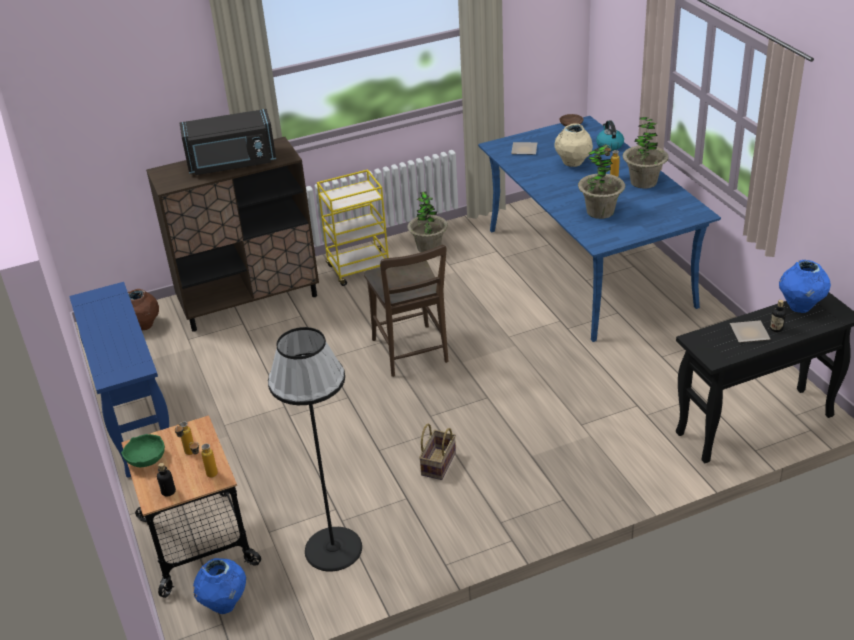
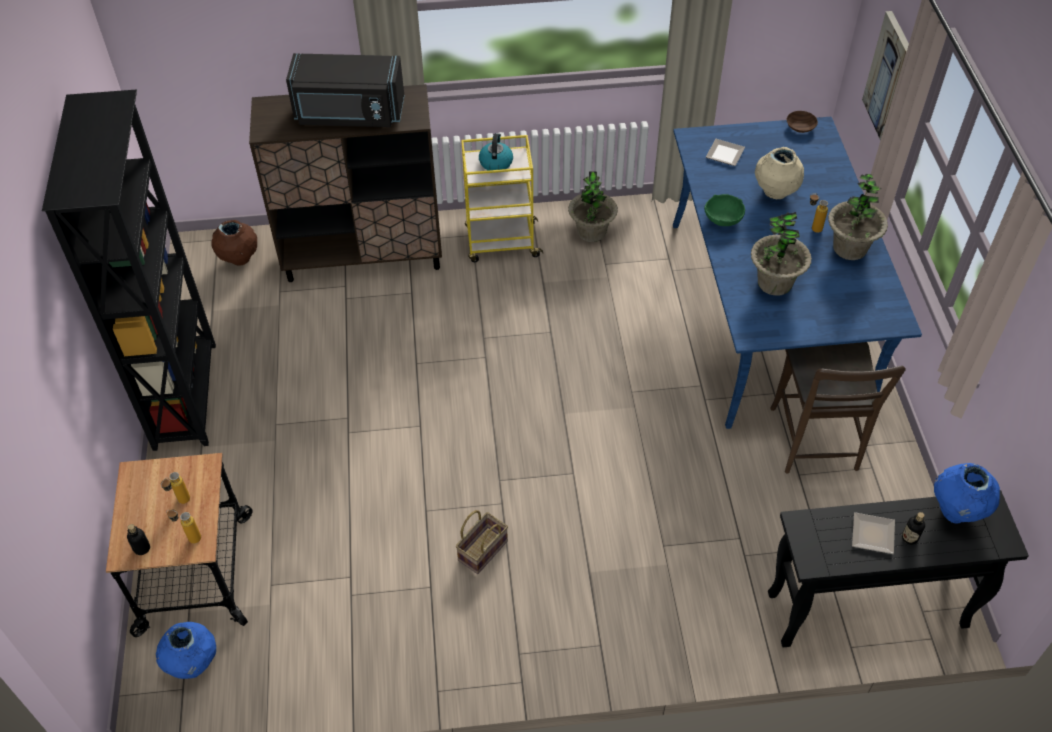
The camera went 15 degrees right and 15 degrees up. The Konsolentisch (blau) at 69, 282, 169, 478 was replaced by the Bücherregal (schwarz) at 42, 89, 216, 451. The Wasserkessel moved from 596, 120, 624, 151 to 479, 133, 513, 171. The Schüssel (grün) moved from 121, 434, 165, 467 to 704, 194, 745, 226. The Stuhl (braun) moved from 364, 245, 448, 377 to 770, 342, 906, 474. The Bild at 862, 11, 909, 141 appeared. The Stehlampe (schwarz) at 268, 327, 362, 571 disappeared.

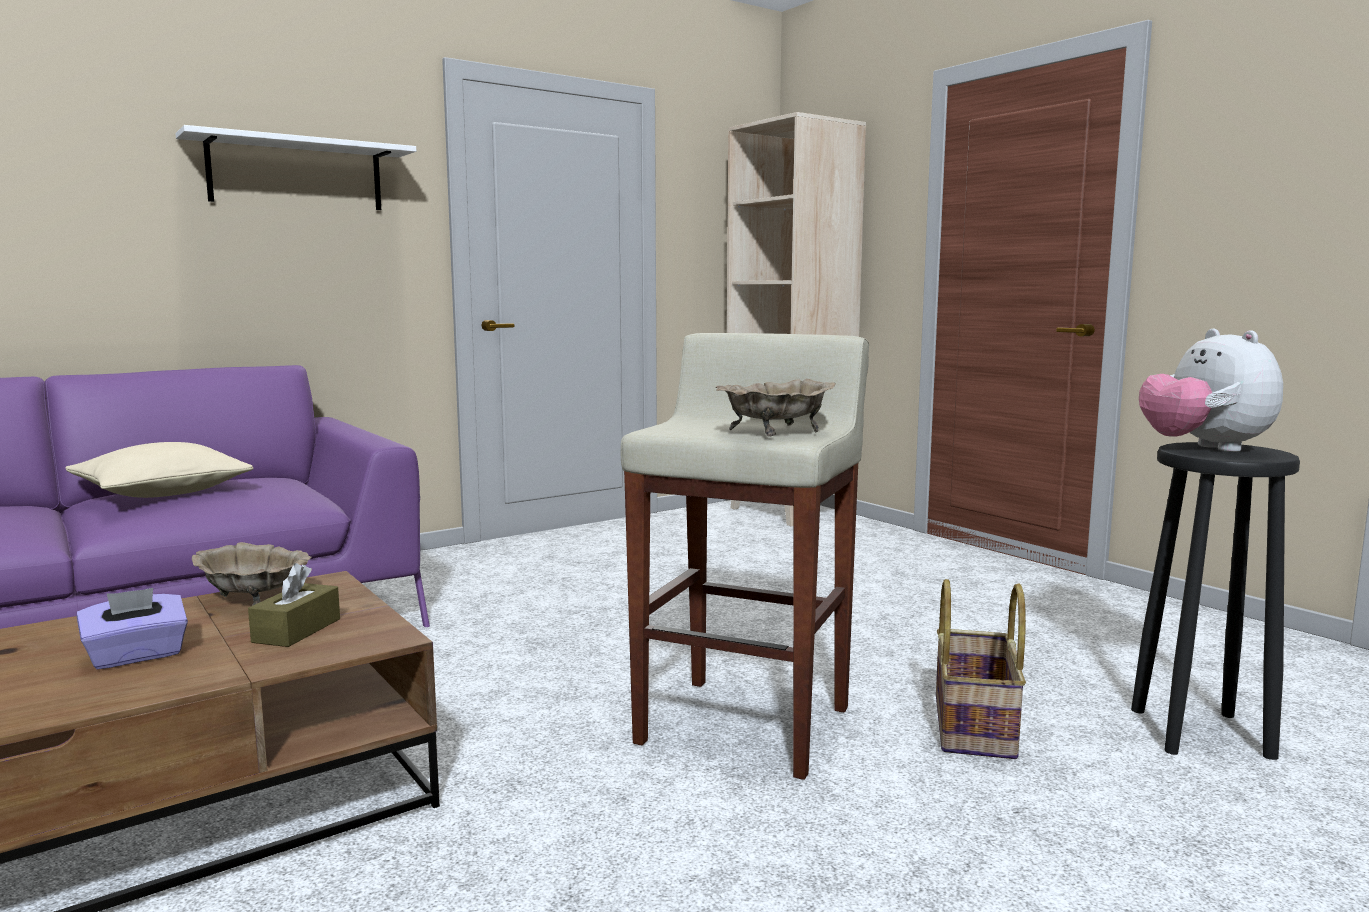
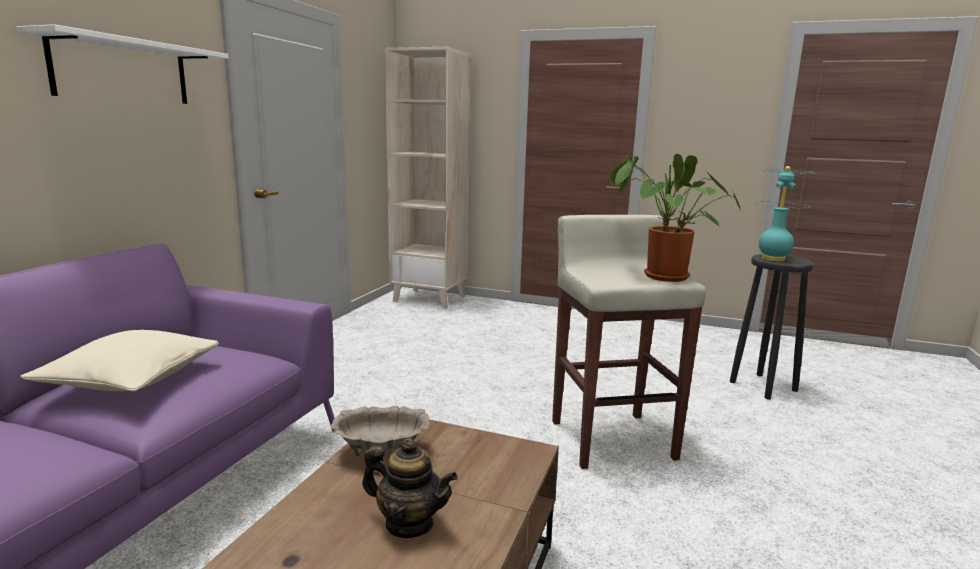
The camera went 35 degrees left and 5 degrees up. The Taschentuchbox (lila) at 77, 588, 188, 669 was replaced by the Teekanne at 362, 438, 458, 538. The Schüssel (beige) at 716, 379, 836, 437 was replaced by the Topfpflanze at 609, 154, 741, 282. The Plüschtier at 1139, 329, 1283, 452 was replaced by the Tischlampe (türkis) at 755, 166, 816, 261. The Taschentuchbox (braun) at 248, 563, 340, 647 disappeared. The Korb at 936, 579, 1026, 759 disappeared.

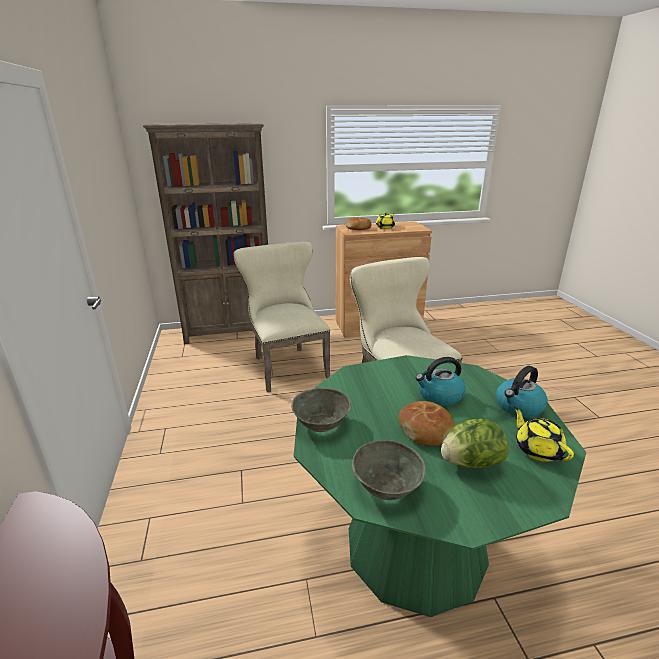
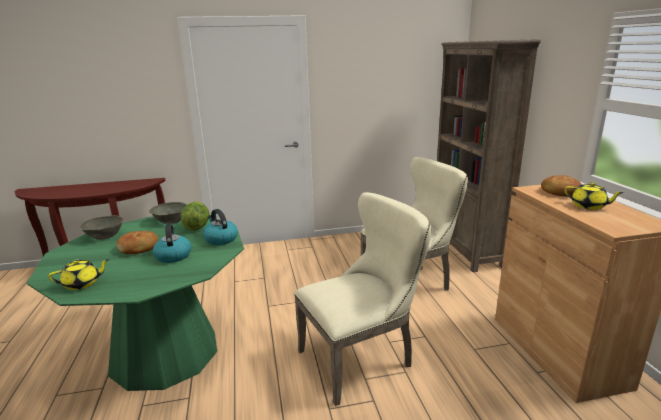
The camera went 90 degrees right and 5 degrees down. The Salatkopf moved from 441, 418, 509, 468 to 181, 202, 210, 231. The Wasserkessel moved from 496, 366, 548, 418 to 203, 209, 238, 245.

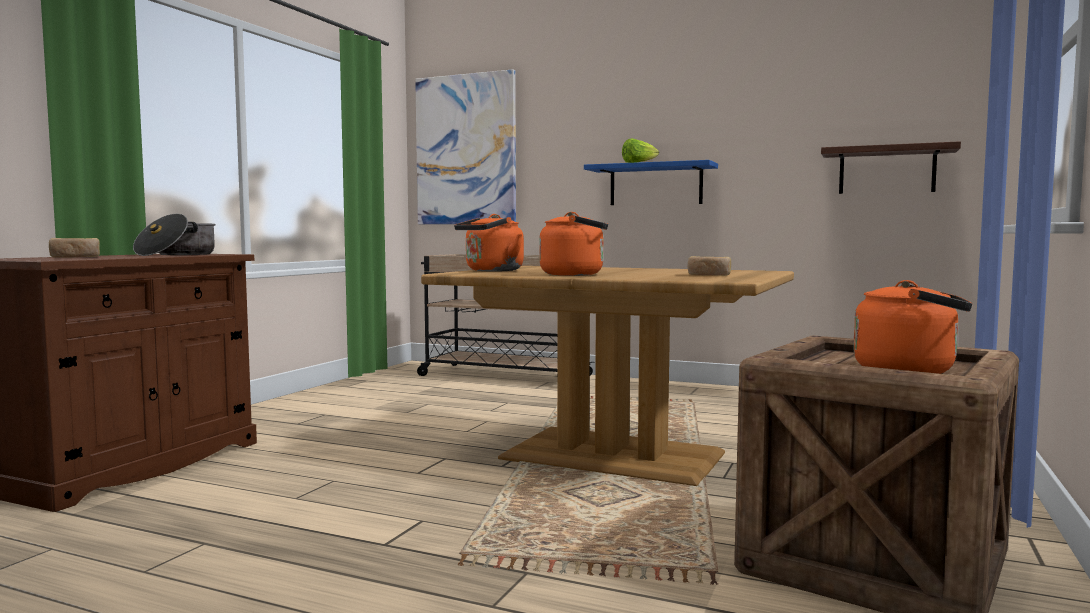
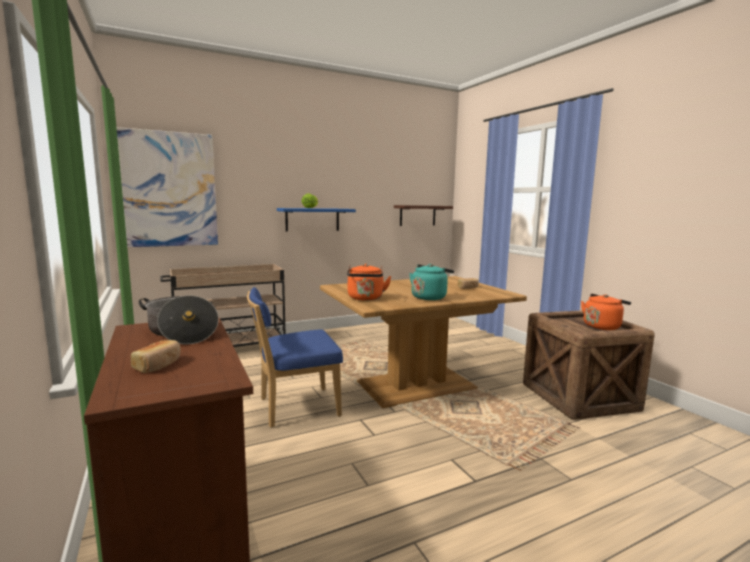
The camera went 50 degrees left and 5 degrees up. The Stuhl (blau) at 247, 287, 343, 428 appeared. The Wasserkessel (orange) at 539, 212, 608, 276 became the Wasserkessel (türkis) at 409, 264, 454, 300.

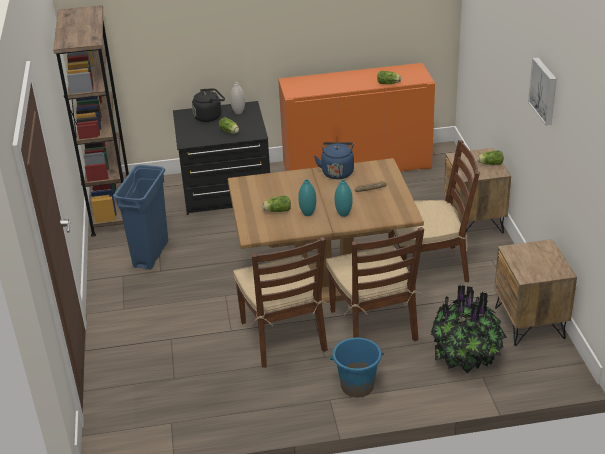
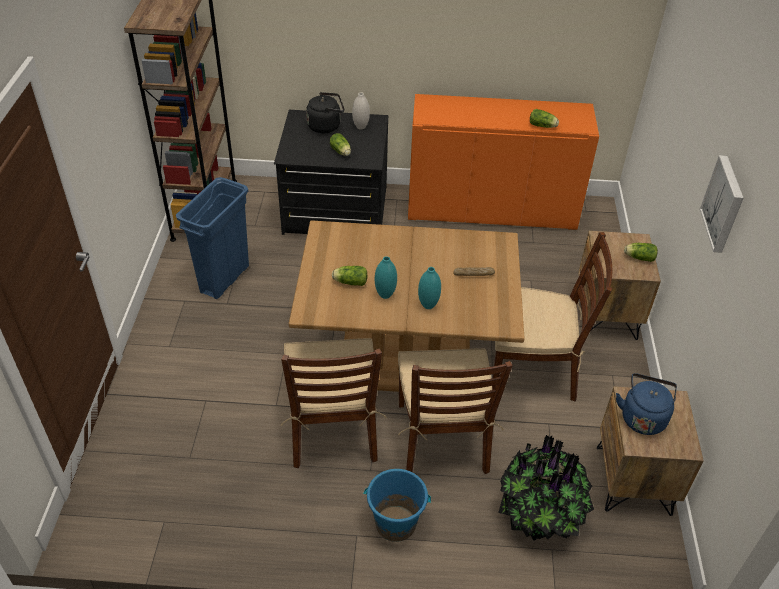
The camera went 10 degrees right and 10 degrees up. The Wasserkessel (blau) moved from 314, 142, 354, 179 to 616, 373, 677, 435.

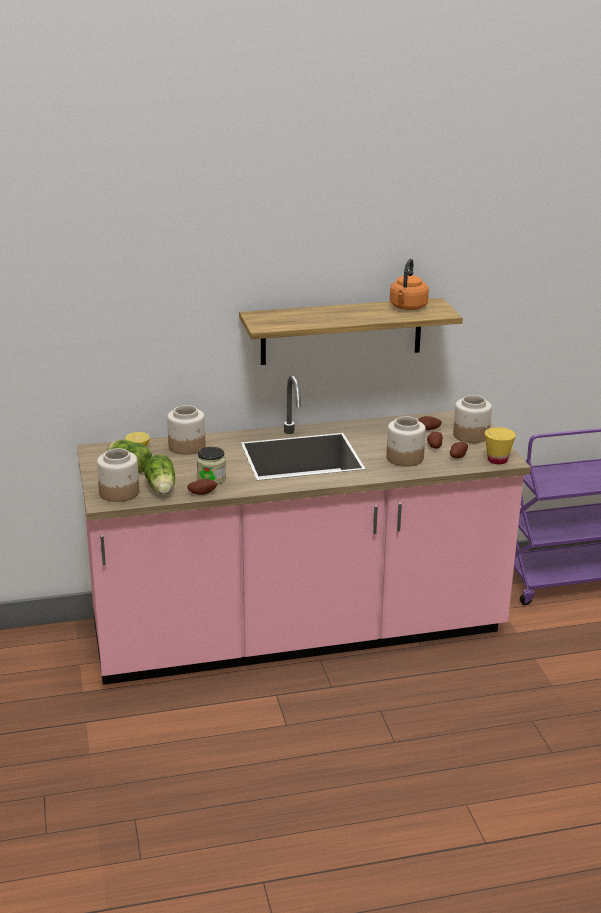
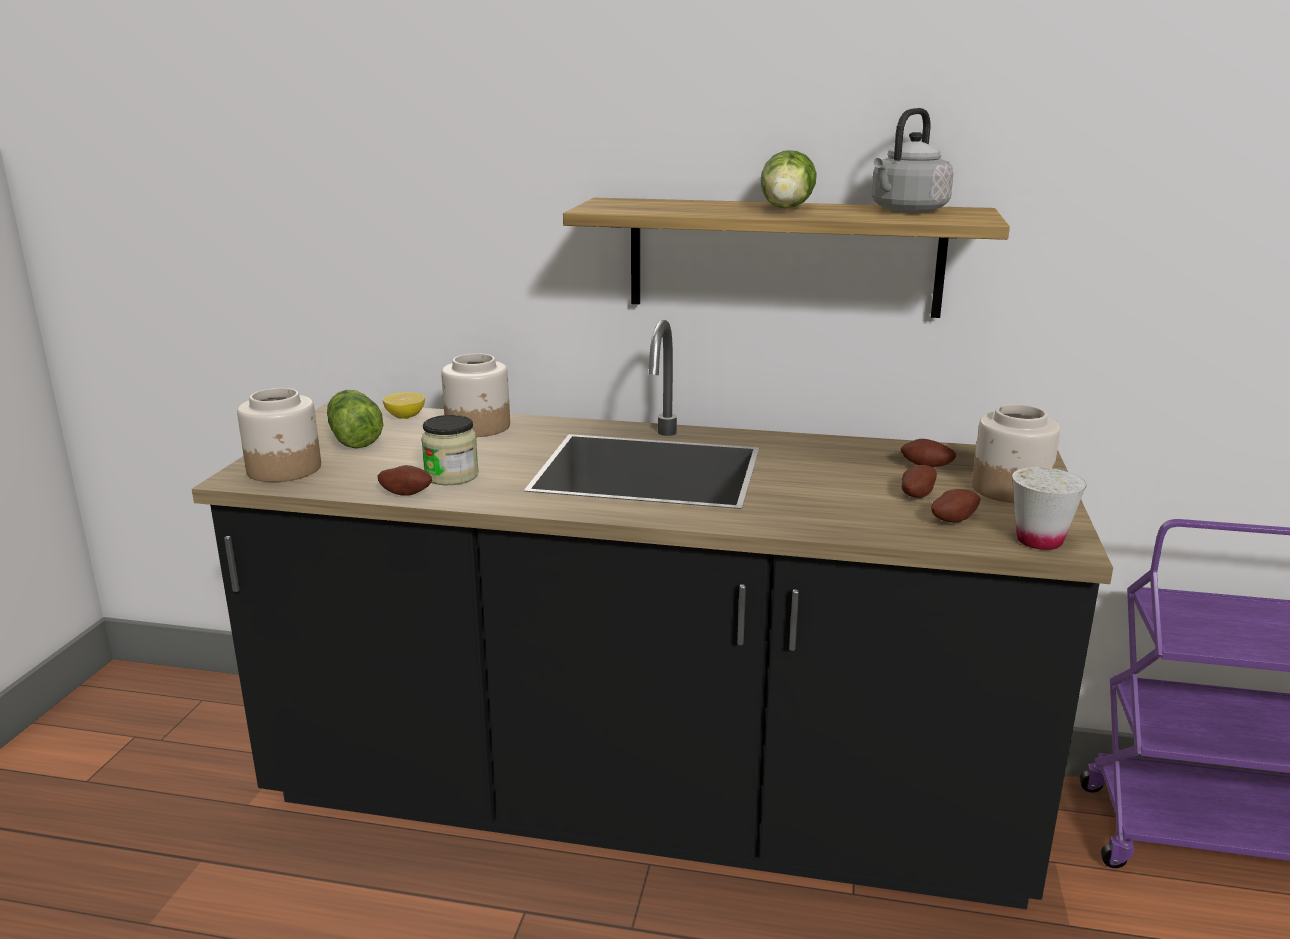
The camera went 25 degrees right and 5 degrees down. The Küchenzeile (rosa) at 77, 375, 531, 685 became the Küchenzeile (schwarz) at 192, 320, 1113, 909. The Salatkopf moved from 144, 455, 175, 494 to 761, 150, 817, 208. The Wasserkessel (orange) at 390, 259, 429, 310 became the Wasserkessel (grau) at 871, 108, 953, 213. The Tasse (gelb) at 485, 427, 516, 464 became the Tasse (weiß) at 1012, 467, 1087, 550. The Vorratsglas at 386, 416, 426, 467 disappeared.

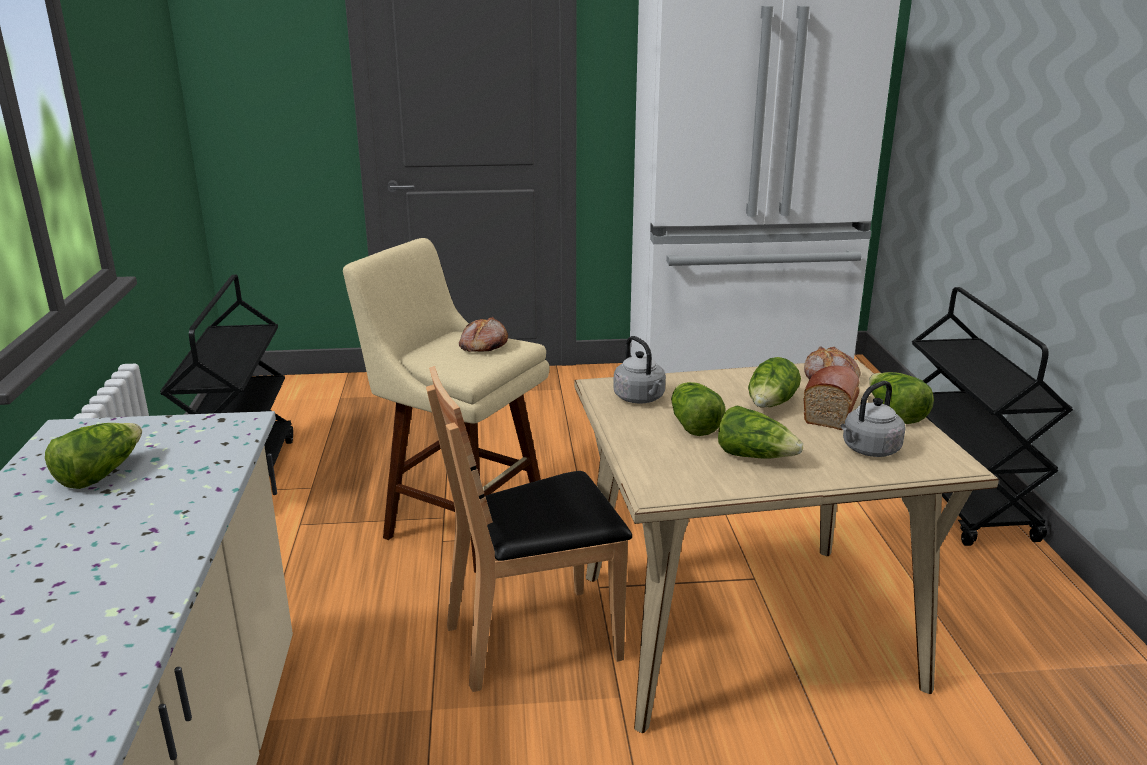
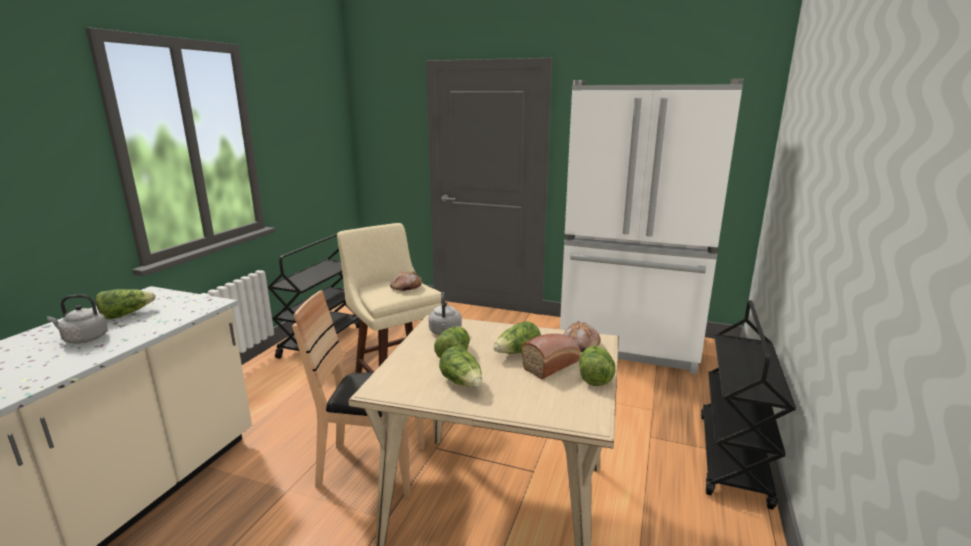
The camera went 25 degrees right and 5 degrees down. The Wasserkessel (grau) moved from 841, 381, 906, 457 to 47, 294, 108, 344.

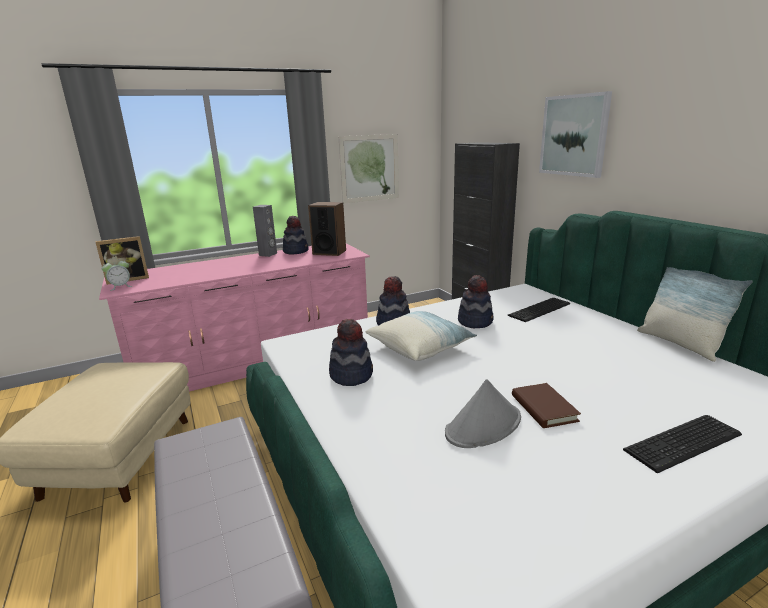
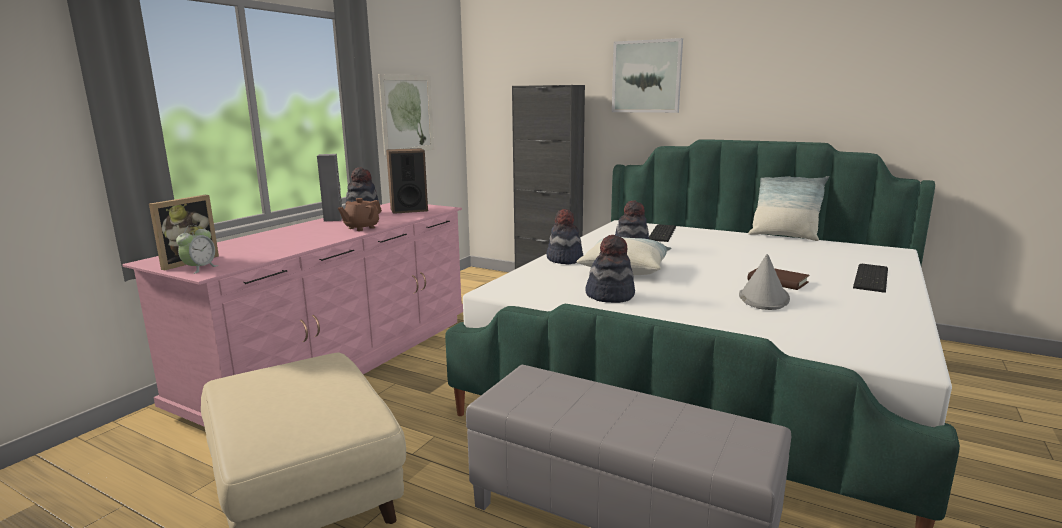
The camera went 35 degrees left and 5 degrees down. The Teekanne (braun) at 338, 198, 382, 231 appeared.

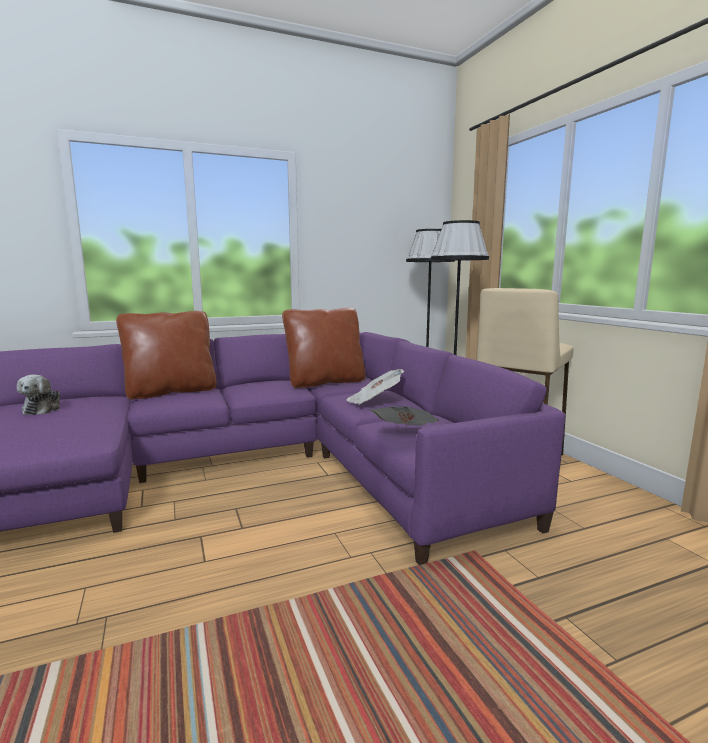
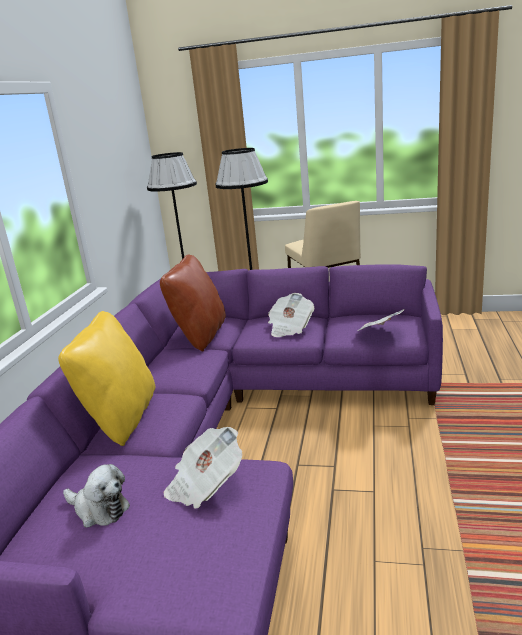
The camera went 55 degrees left and 10 degrees up. The Kissen (braun) at 116, 311, 217, 399 became the Kissen (gelb) at 58, 311, 155, 446. The Zeitung at 164, 427, 242, 509 appeared.

